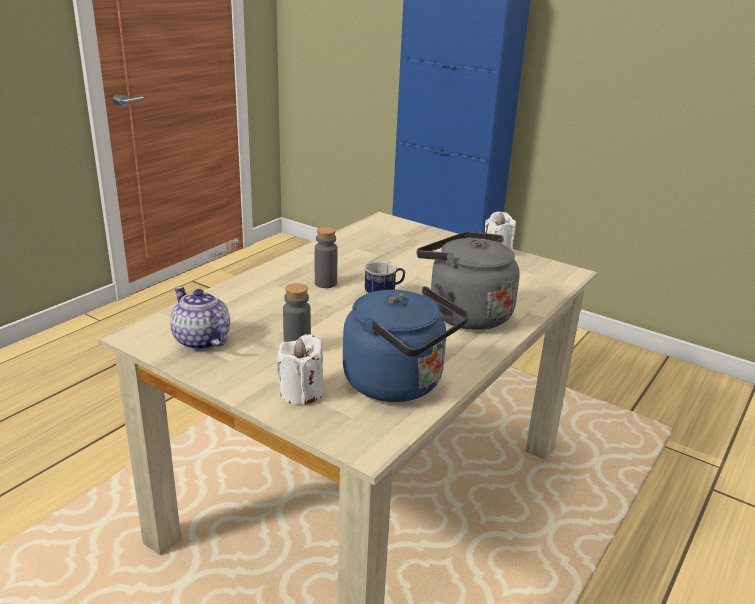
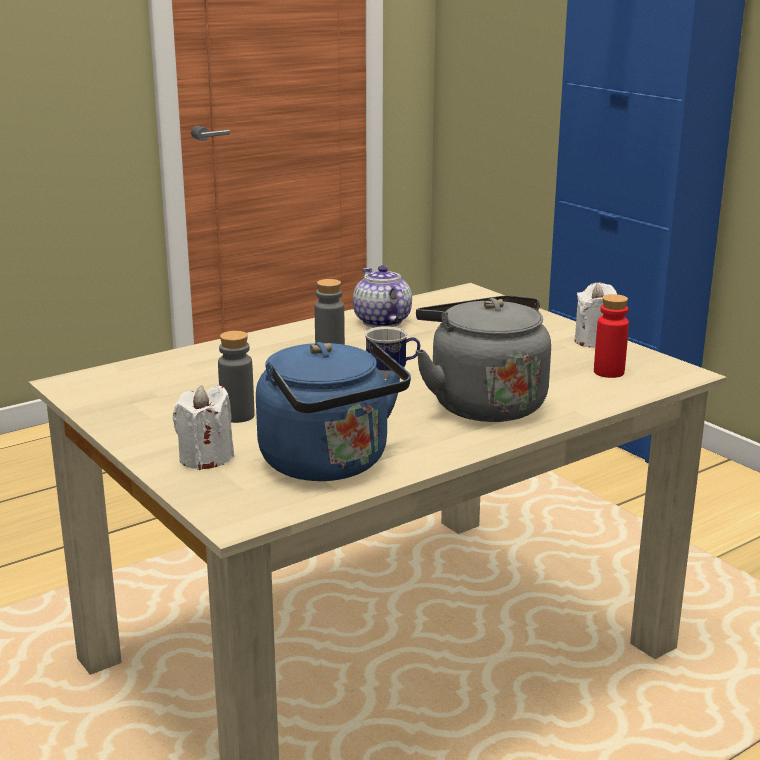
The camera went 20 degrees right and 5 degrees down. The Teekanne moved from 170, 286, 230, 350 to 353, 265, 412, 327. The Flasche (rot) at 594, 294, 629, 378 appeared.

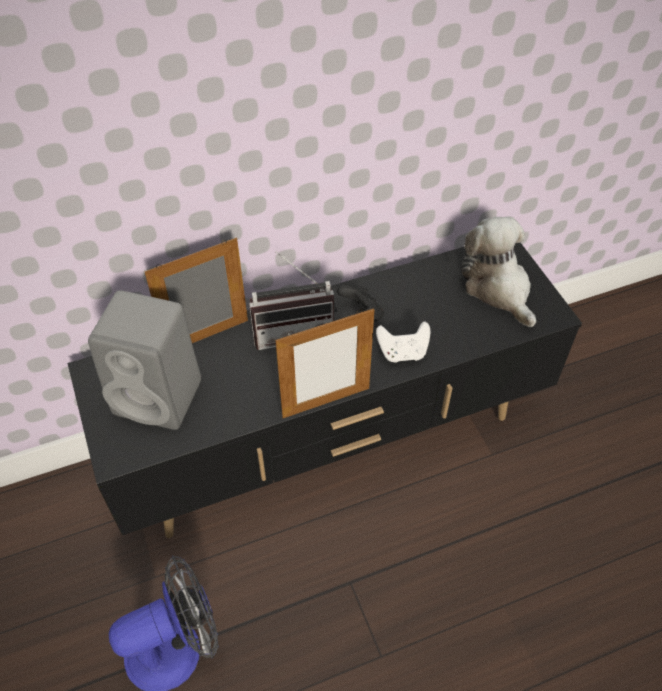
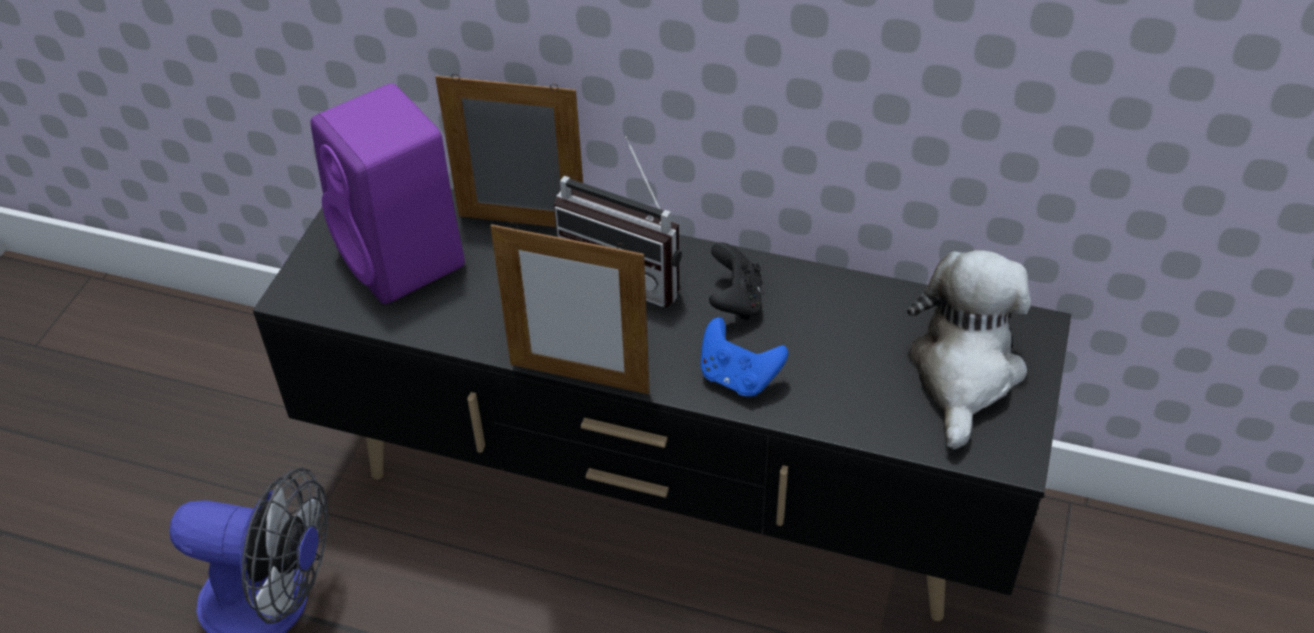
The camera went 40 degrees right and 5 degrees down. The Lautsprecher (grau) at 88, 290, 201, 430 became the Lautsprecher (lila) at 311, 83, 465, 304. The Gamepad (weiß) at 376, 321, 431, 363 became the Gamepad (blau) at 701, 317, 789, 396.

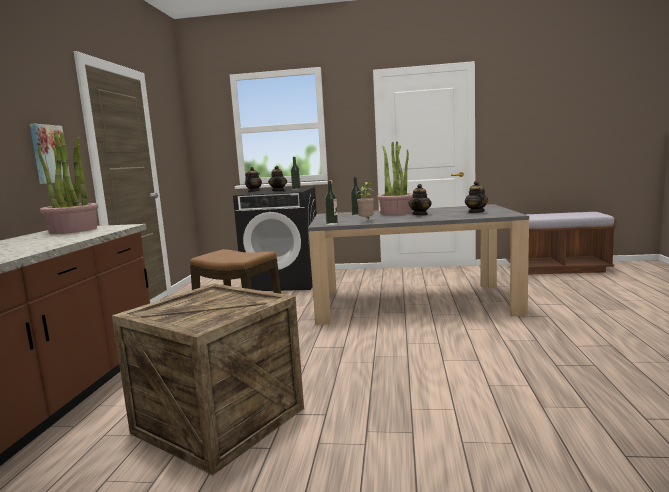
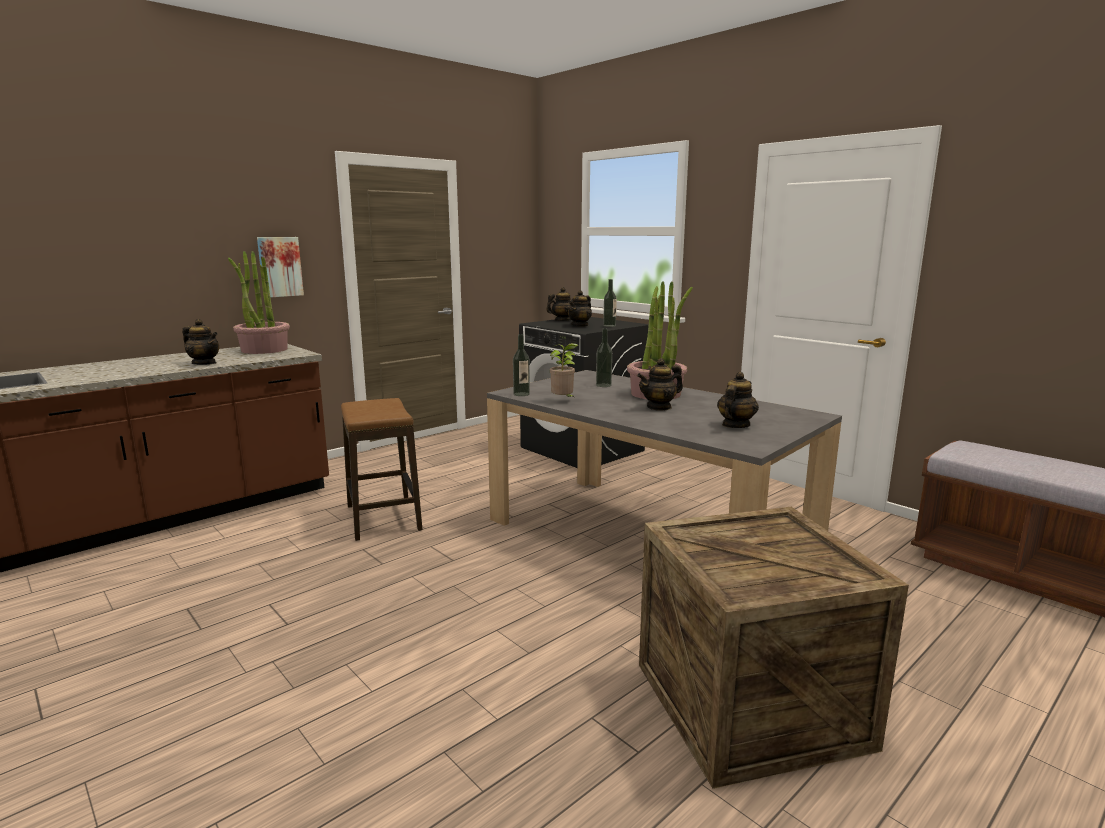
The camera went 40 degrees right and 5 degrees up. The Teekanne at 182, 319, 219, 365 appeared. The Kiste moved from 112, 283, 305, 475 to 639, 507, 909, 789.

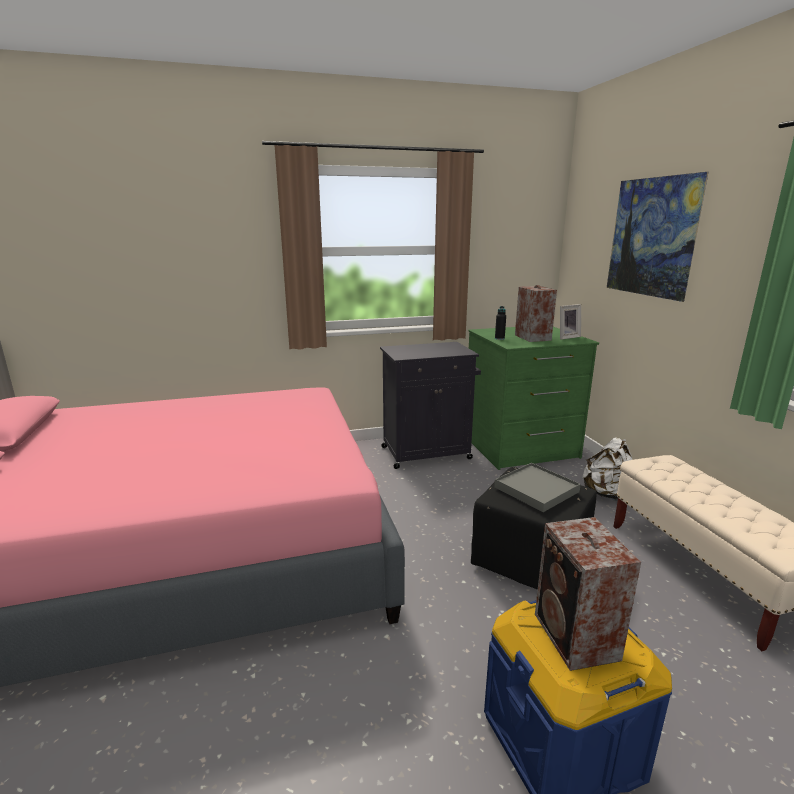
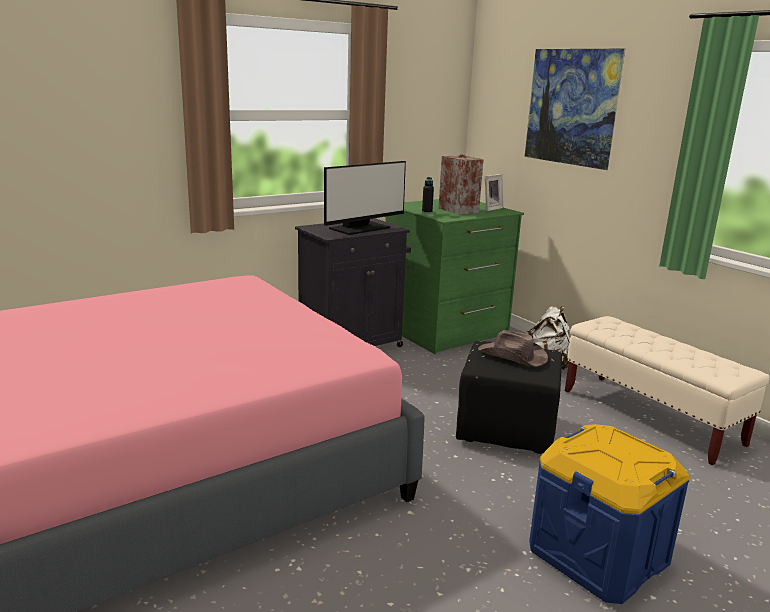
The camera went 20 degrees left and 0 degrees up. The Monitor at 324, 161, 406, 235 appeared. The Tablett (grau) at 494, 463, 581, 512 was replaced by the Hut (braun) at 478, 330, 548, 367. The Lautsprecher at 535, 517, 641, 671 disappeared.

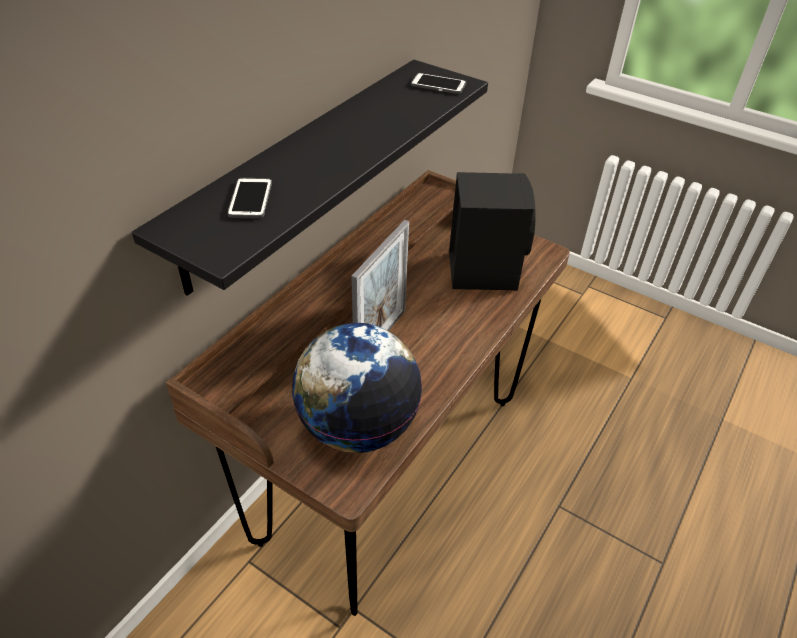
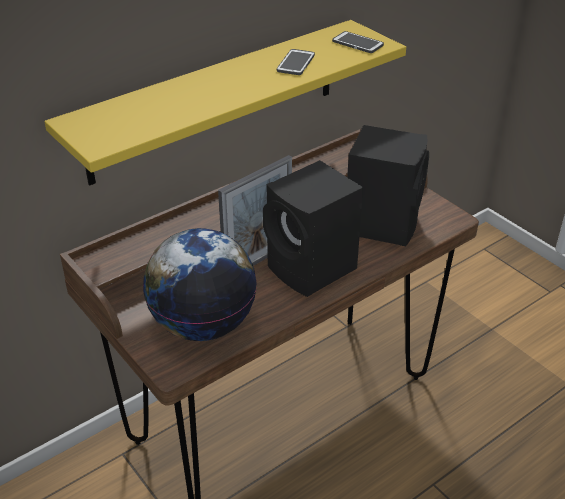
The camera went 20 degrees right and 5 degrees down. The Wandregal (schwarz) at 132, 60, 488, 296 became the Wandregal (gelb) at 44, 20, 406, 185. The Lautsprecher (schwarz) at 263, 160, 363, 297 appeared. The Handy moved from 228, 178, 272, 218 to 277, 49, 315, 75.

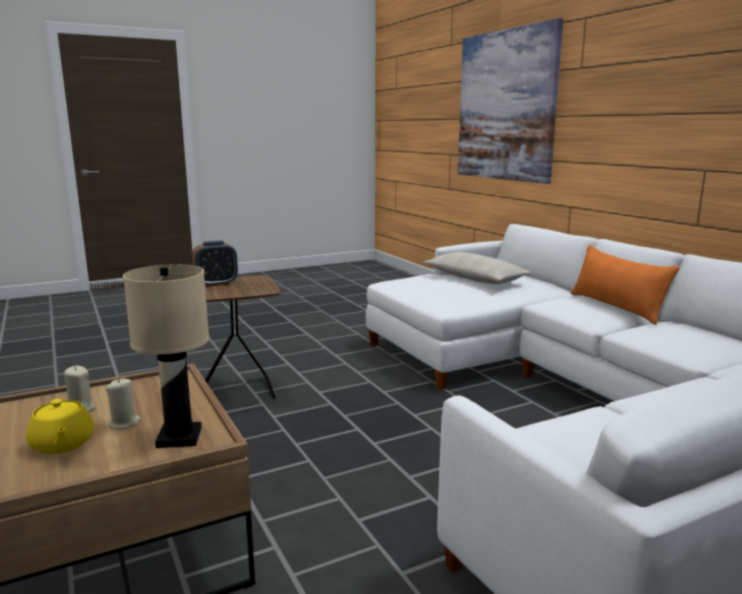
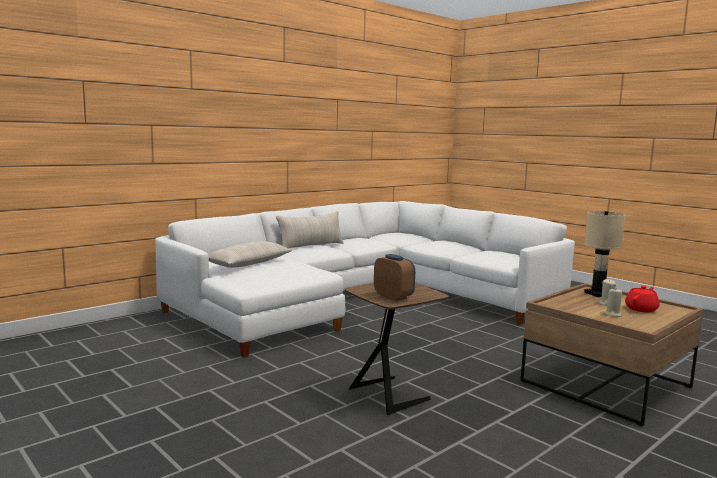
The camera went 105 degrees left and 5 degrees down. The Kissen (orange) at 570, 245, 680, 325 became the Kissen (beige) at 276, 211, 344, 249. The Teekanne (gelb) at 26, 399, 94, 454 became the Teekanne (rot) at 625, 285, 660, 312. The Bild at 458, 18, 563, 184 disappeared.

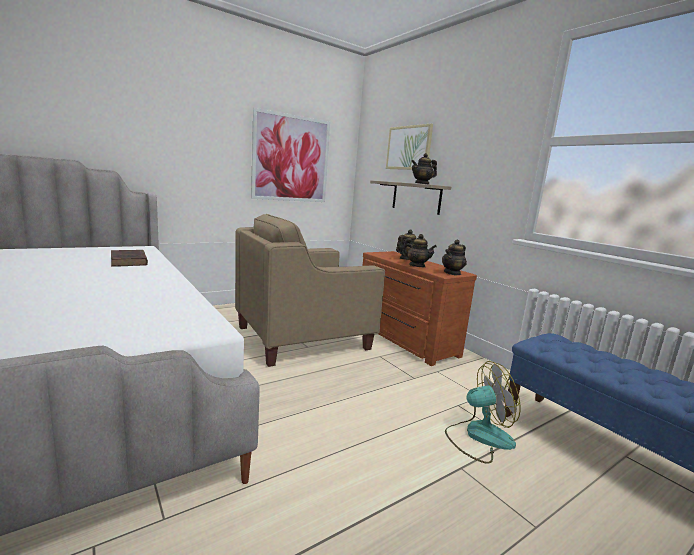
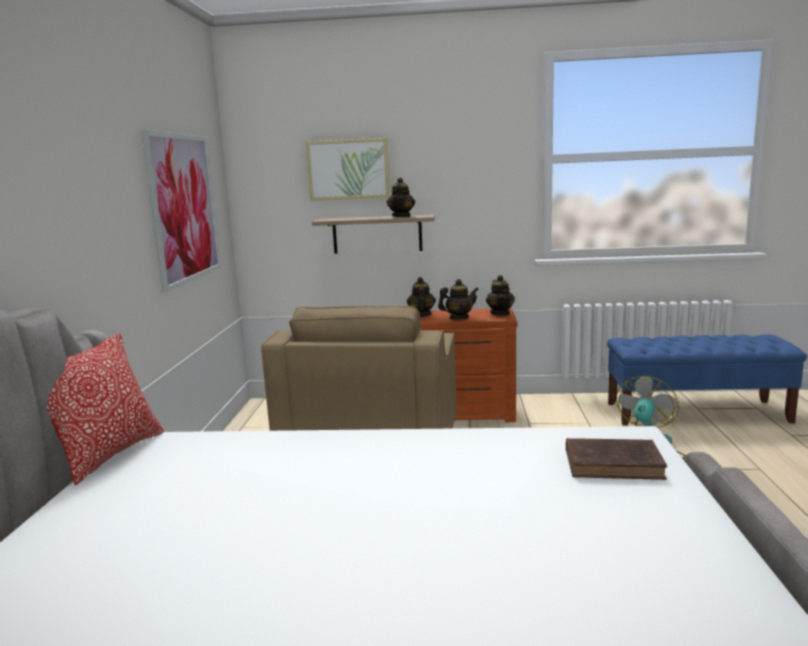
The camera went 50 degrees left and 0 degrees up. The Kissen at 47, 333, 164, 485 appeared. The Buch (braun) moved from 111, 250, 148, 267 to 566, 438, 667, 480.

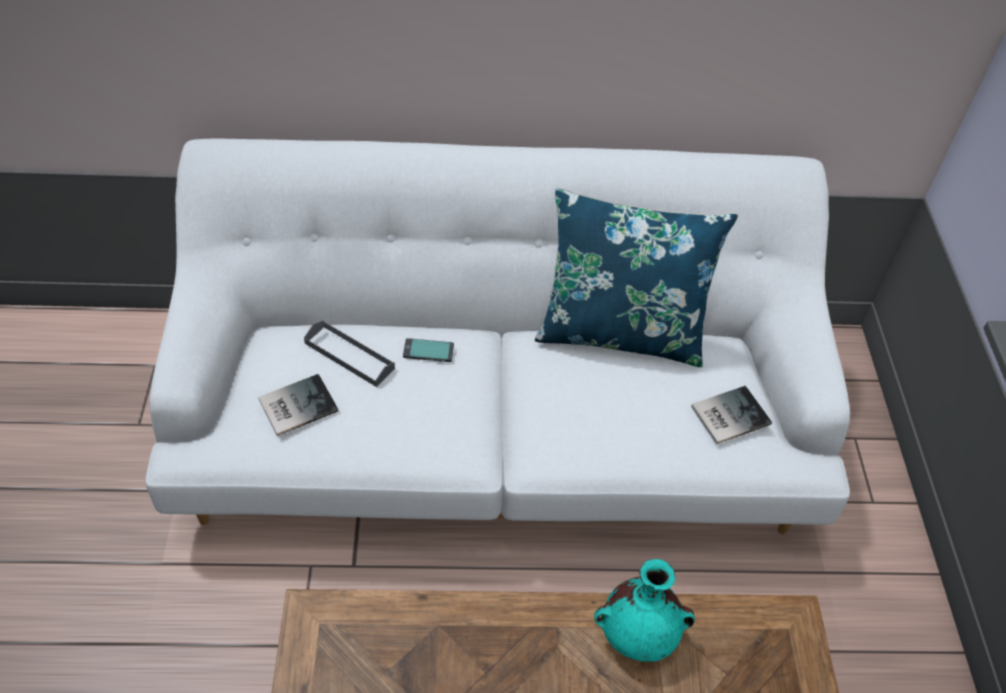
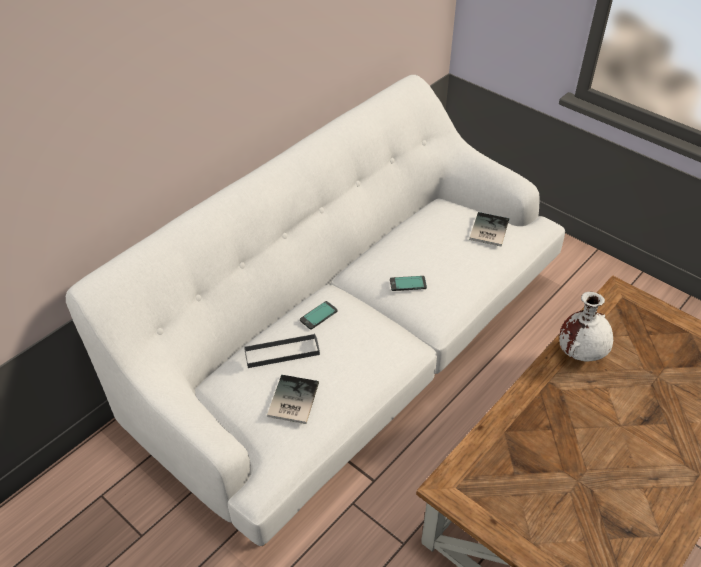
The camera went 45 degrees left and 5 degrees down. The Handy at 390, 276, 427, 291 appeared. The Vase (türkis) at 594, 559, 695, 662 became the Vase (weiß) at 559, 292, 613, 361. The Kissen (blau) at 535, 188, 738, 367 disappeared.

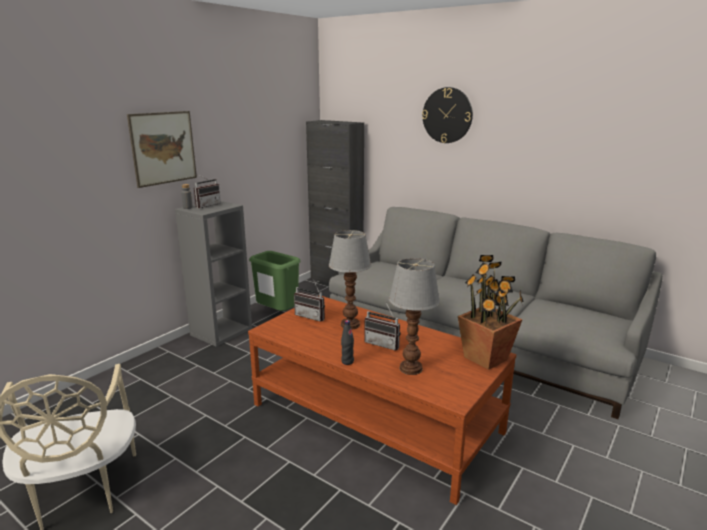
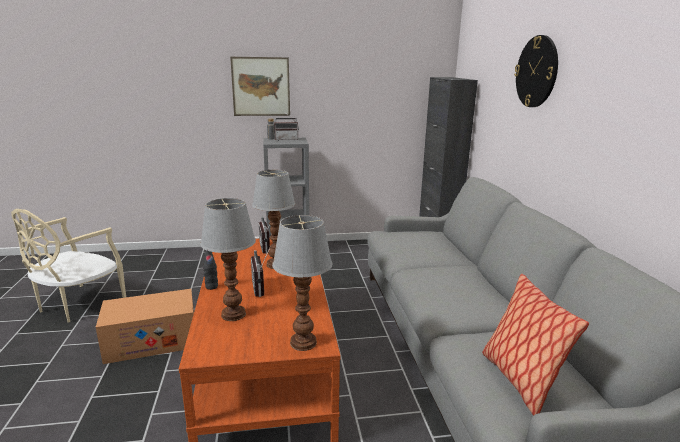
The camera went 45 degrees right and 0 degrees up. The Karton at 96, 289, 194, 364 appeared. The Topfpflanze at 458, 255, 523, 370 was replaced by the Tischlampe at 272, 215, 332, 351. The Kissen at 482, 274, 589, 416 appeared. The Mülleimer (grün) at 249, 251, 301, 311 disappeared.

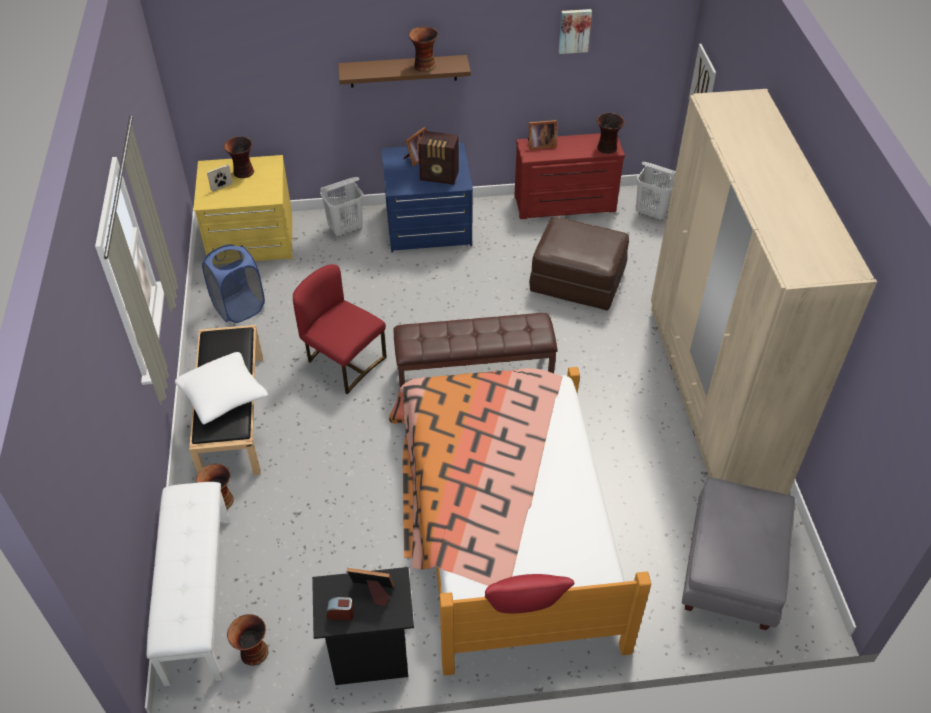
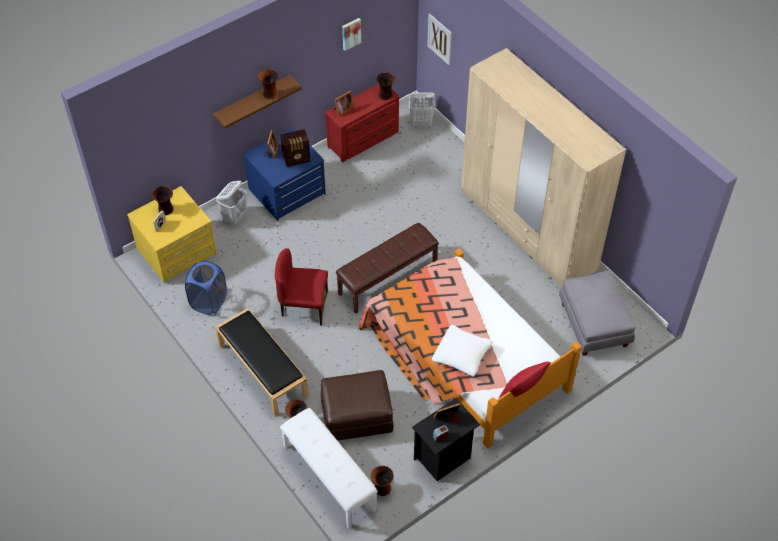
The camera went 30 degrees left and 5 degrees up. The Polsterhocker (braun) moved from 529, 217, 629, 311 to 321, 370, 394, 441. The Kissen (weiß) moved from 175, 352, 268, 425 to 432, 325, 493, 377.

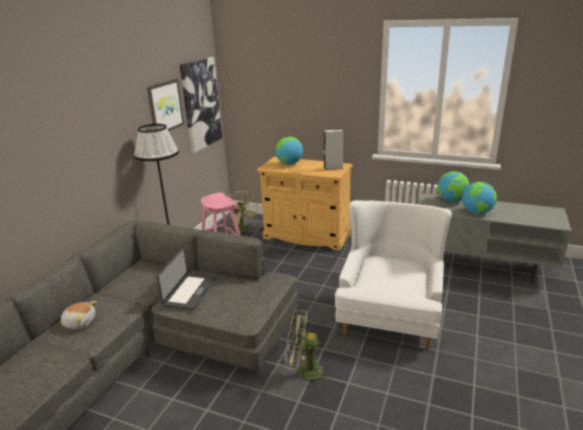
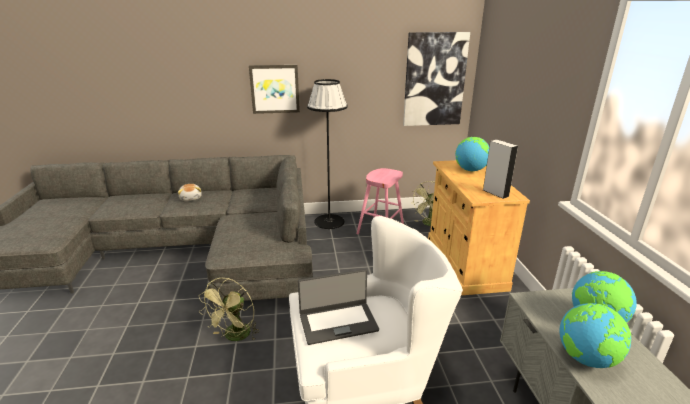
The camera went 60 degrees right and 0 degrees up. The Ventilator (grün) at 285, 310, 331, 388 turned 135 degrees counterclockwise. The Bild moved from 147, 79, 184, 131 to 249, 65, 300, 114. The Laptop moved from 156, 248, 216, 310 to 298, 269, 379, 345.

